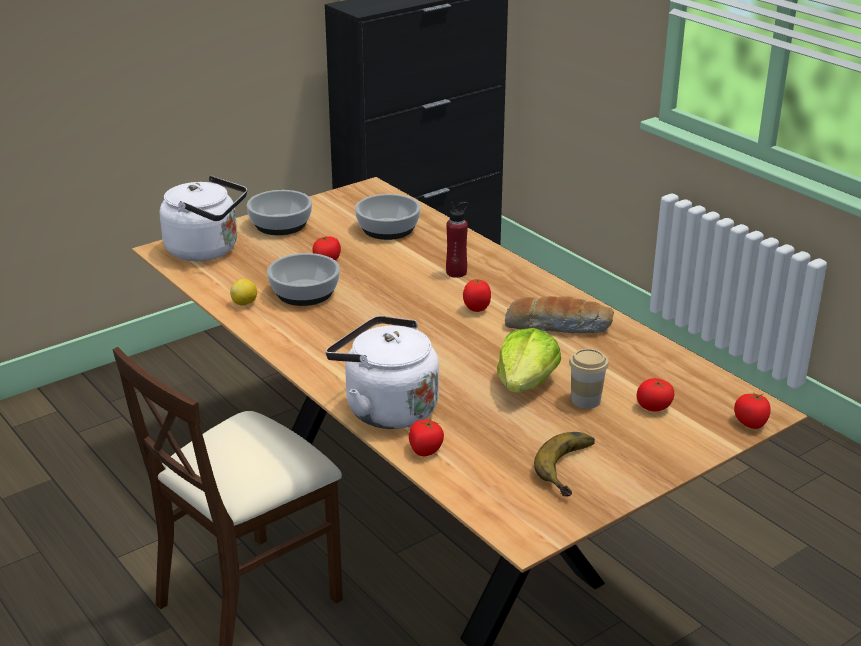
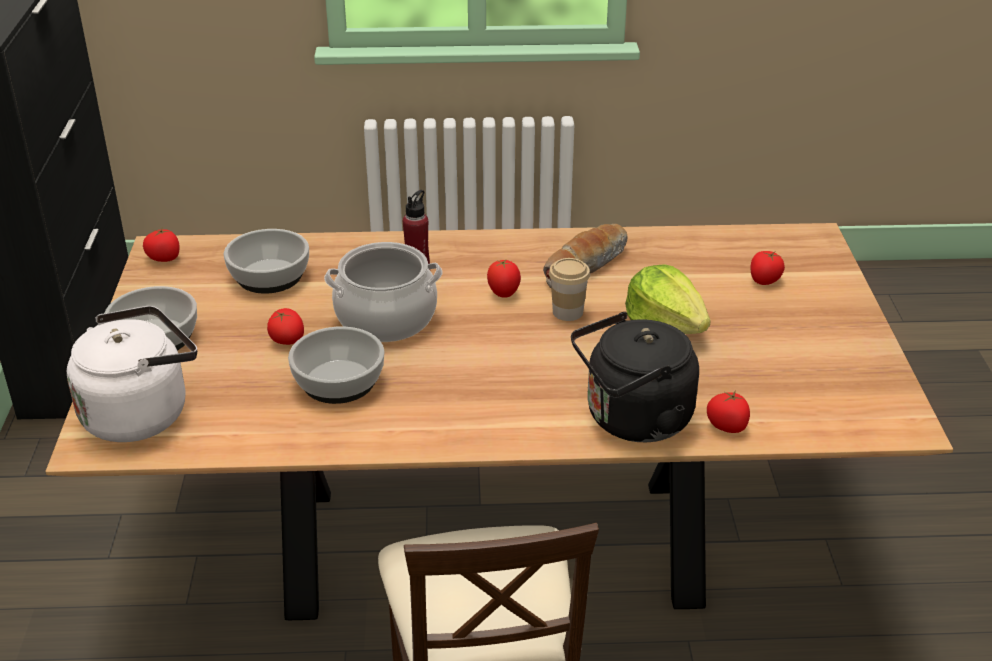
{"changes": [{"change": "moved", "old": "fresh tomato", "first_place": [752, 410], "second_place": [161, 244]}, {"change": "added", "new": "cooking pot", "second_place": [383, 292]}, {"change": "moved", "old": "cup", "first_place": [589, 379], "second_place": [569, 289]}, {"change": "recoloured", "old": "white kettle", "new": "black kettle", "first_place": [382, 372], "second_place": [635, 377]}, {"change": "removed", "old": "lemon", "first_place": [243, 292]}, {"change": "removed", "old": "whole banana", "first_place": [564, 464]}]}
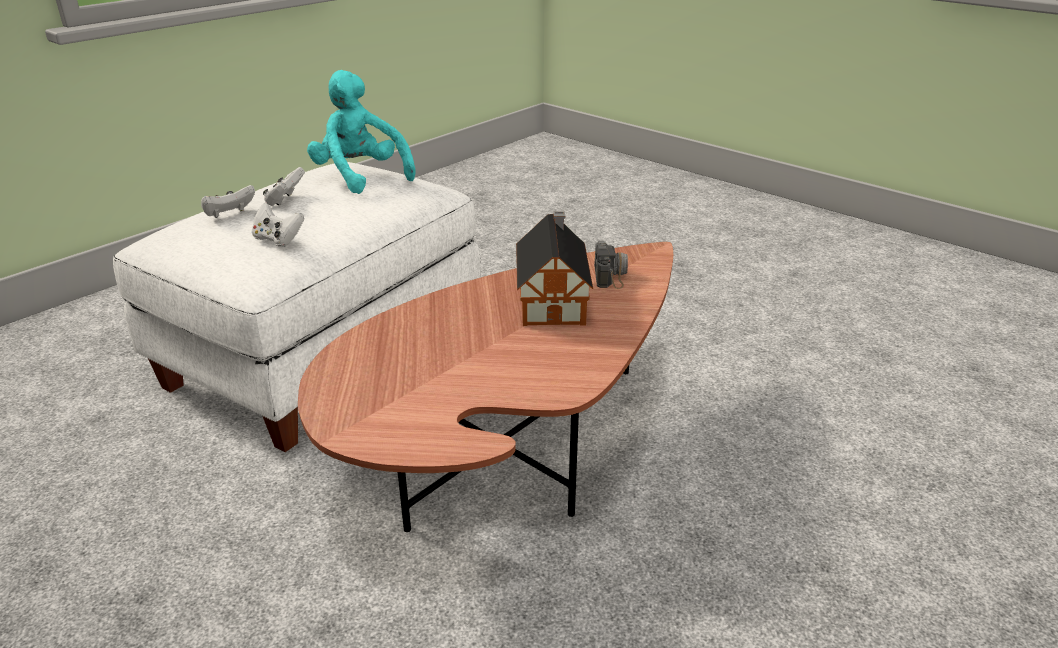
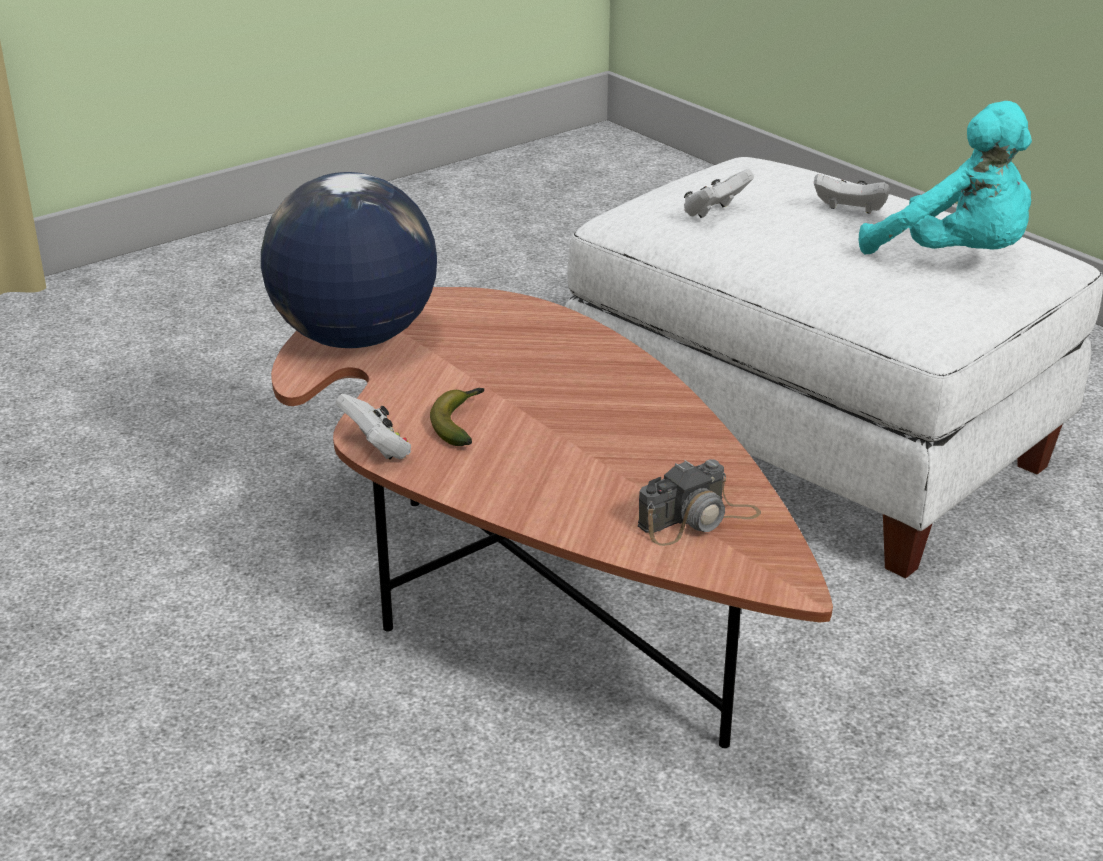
{"changes": [{"change": "added", "new": "desk globe", "second_place": [349, 260]}, {"change": "moved", "old": "white gamepad", "first_place": [228, 201], "second_place": [373, 427]}, {"change": "added", "new": "whole banana", "second_place": [457, 417]}, {"change": "turned", "old": "photo camera", "first_place": [611, 265], "second_place": [699, 502], "degrees": -45}, {"change": "turned", "old": "turquoise plush toy", "first_place": [361, 132], "second_place": [945, 177], "degrees": 75}, {"change": "removed", "old": "model house", "first_place": [554, 268]}]}
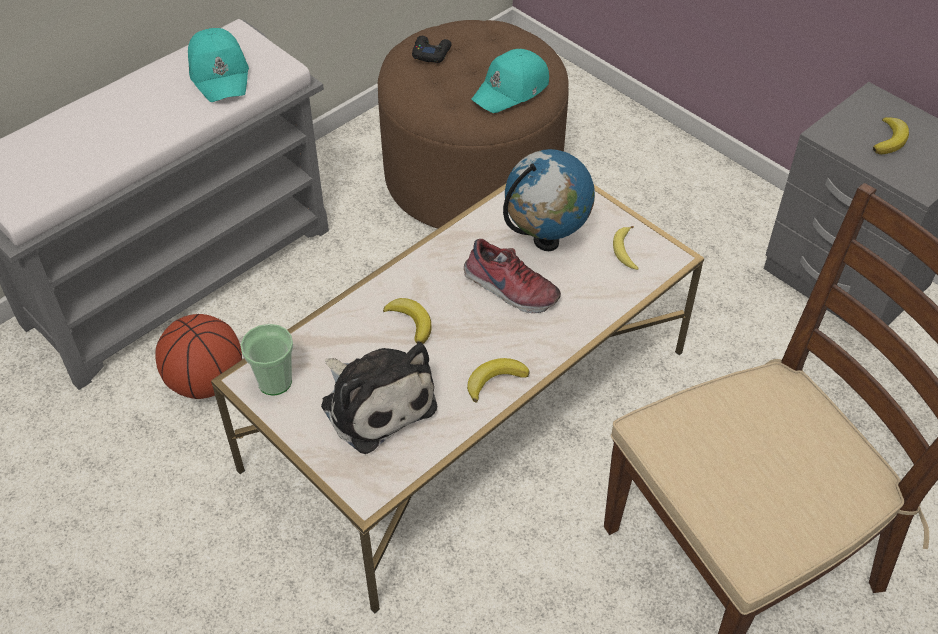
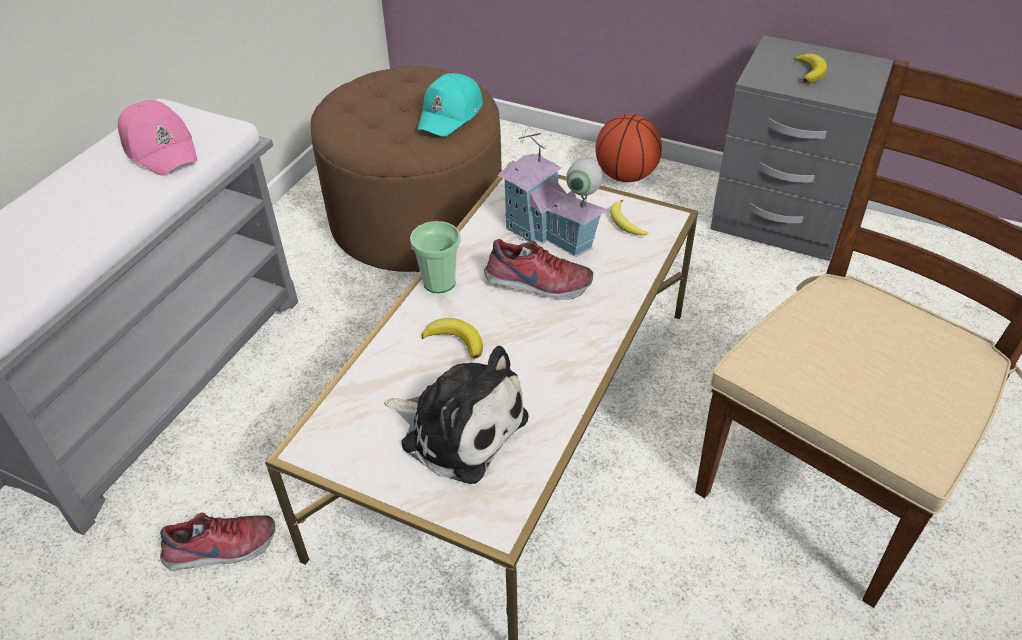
{"changes": [{"change": "recoloured", "old": "turquoise baseball cap", "new": "pink-coloured baseball cap", "first_place": [218, 65], "second_place": [157, 138]}, {"change": "added", "new": "shoe", "second_place": [217, 542]}, {"change": "moved", "old": "cup", "first_place": [267, 360], "second_place": [435, 257]}, {"change": "replaced", "old": "desk globe", "new": "model house", "first_place": [549, 200], "second_place": [553, 194]}, {"change": "moved", "old": "basketball ball", "first_place": [198, 356], "second_place": [628, 148]}, {"change": "removed", "old": "black gamepad", "first_place": [432, 49]}, {"change": "removed", "old": "whole banana", "first_place": [498, 380]}]}
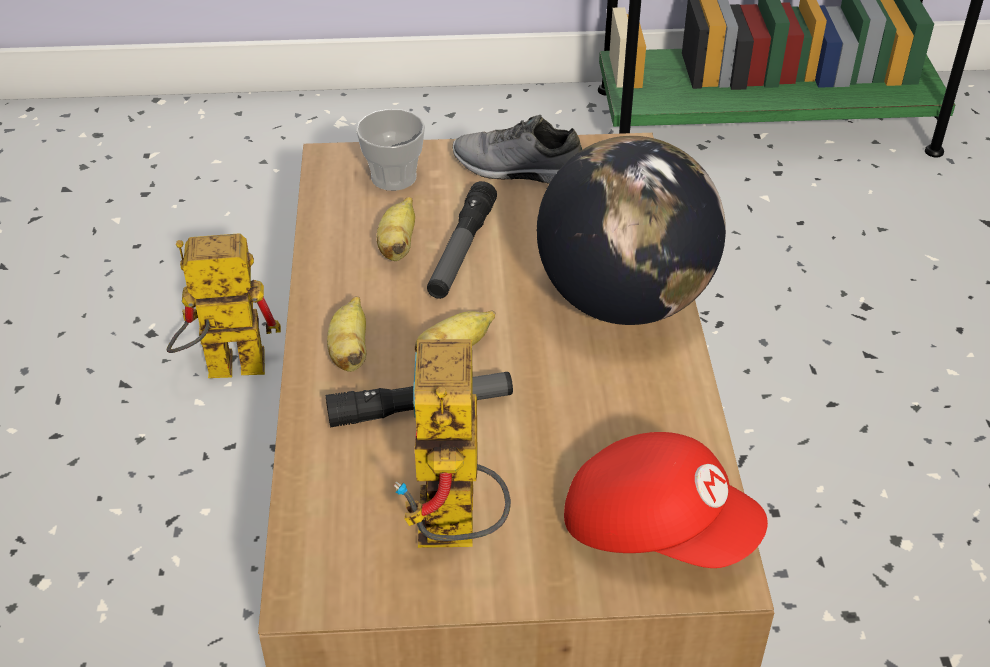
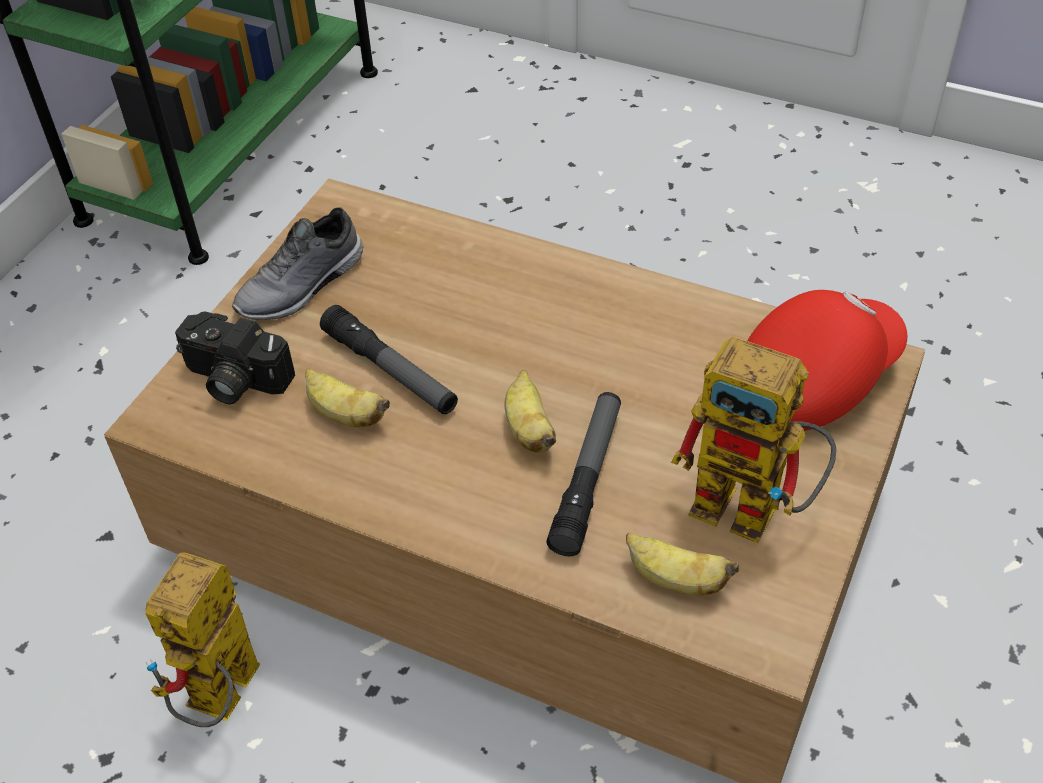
{"changes": [{"change": "replaced", "old": "cup", "new": "photo camera", "first_place": [390, 150], "second_place": [235, 358]}, {"change": "moved", "old": "whole banana", "first_place": [346, 334], "second_place": [682, 563]}, {"change": "removed", "old": "desk globe", "first_place": [631, 230]}]}
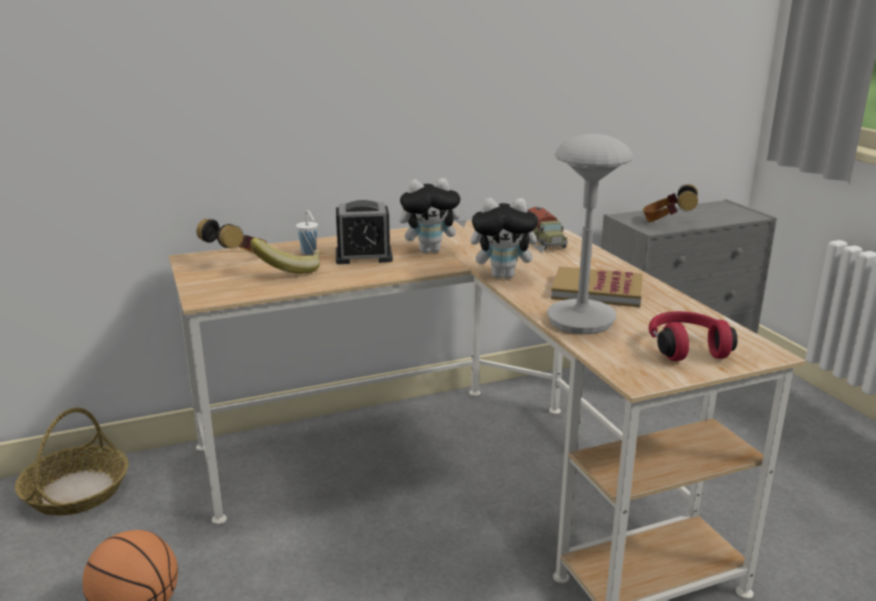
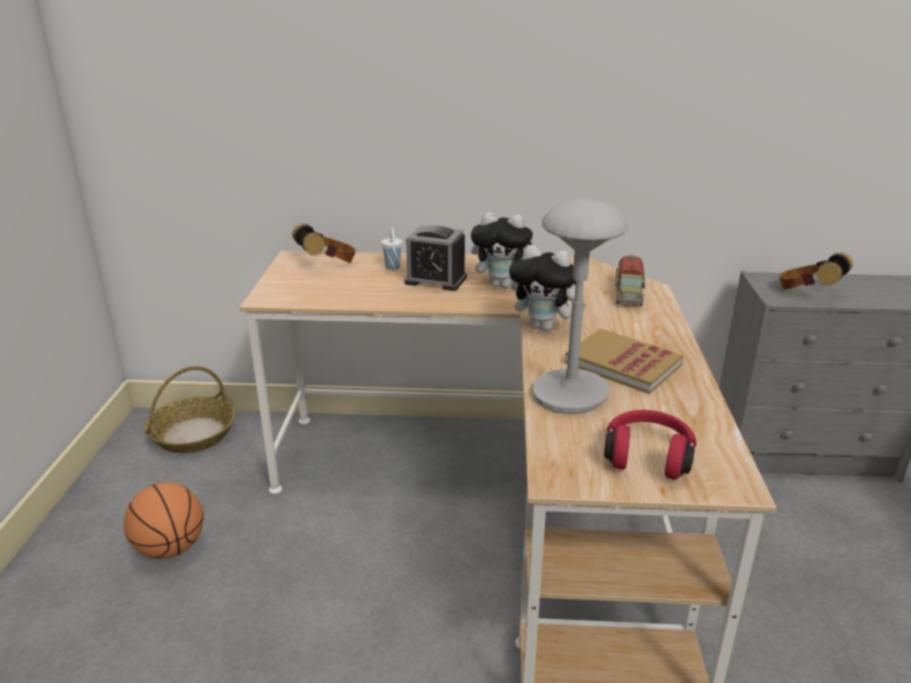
{"changes": [{"change": "removed", "old": "whole banana", "first_place": [285, 256]}]}
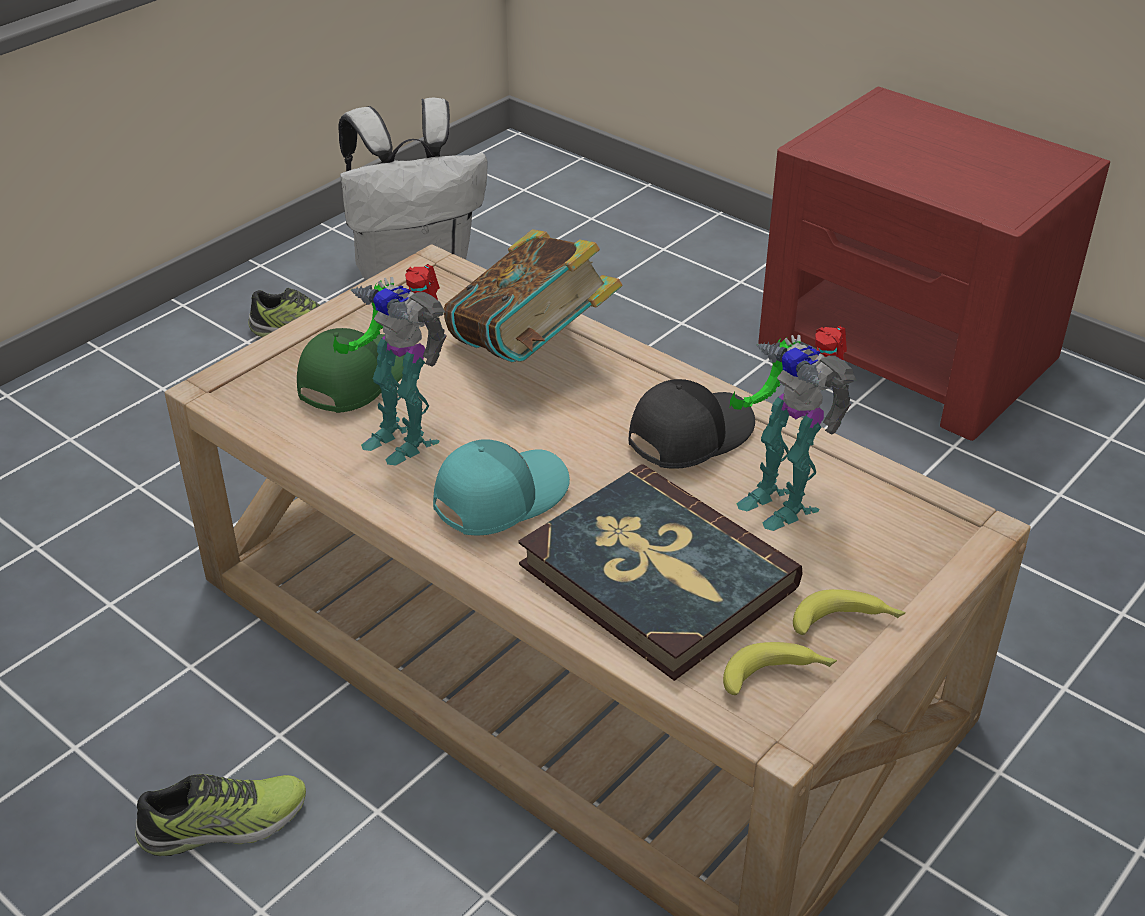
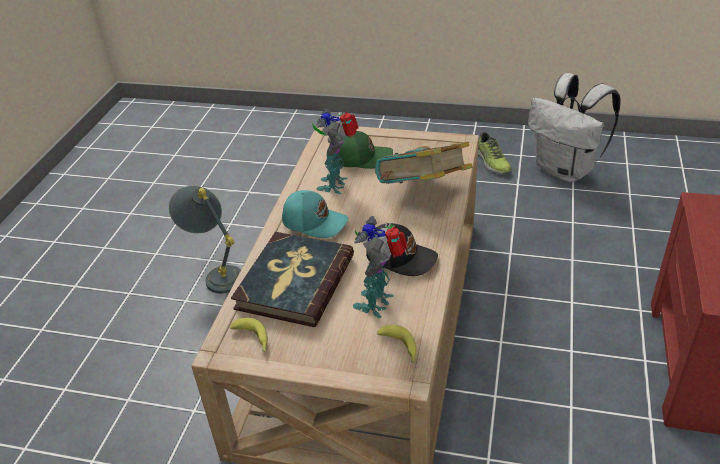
{"changes": [{"change": "replaced", "old": "shoe", "new": "gray tabletop lamp", "first_place": [220, 815], "second_place": [205, 240]}, {"change": "moved", "old": "whole banana", "first_place": [849, 612], "second_place": [396, 344]}]}
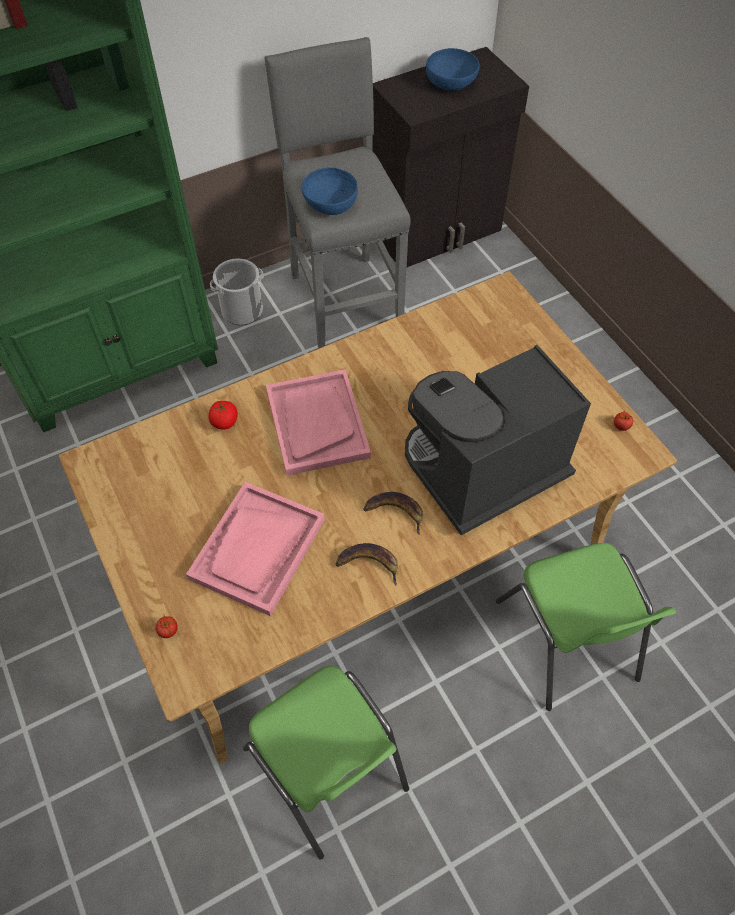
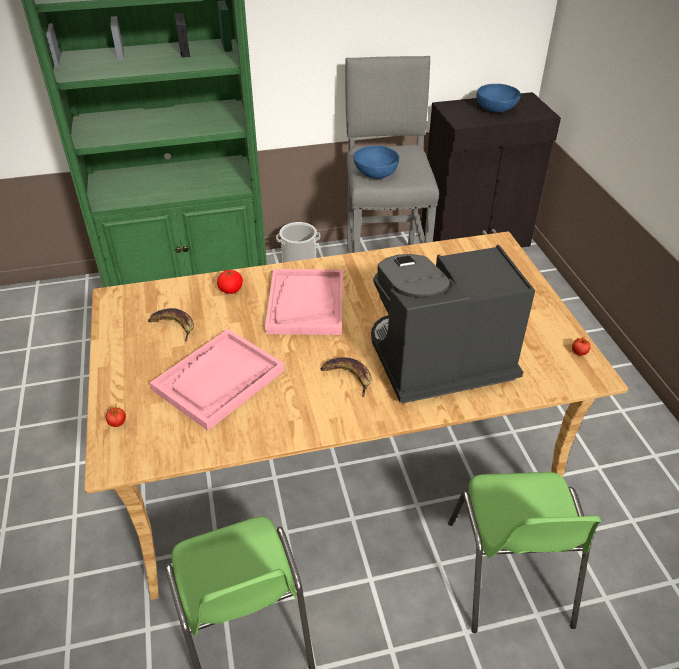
{"changes": [{"change": "moved", "old": "whole banana", "first_place": [367, 564], "second_place": [171, 325]}]}
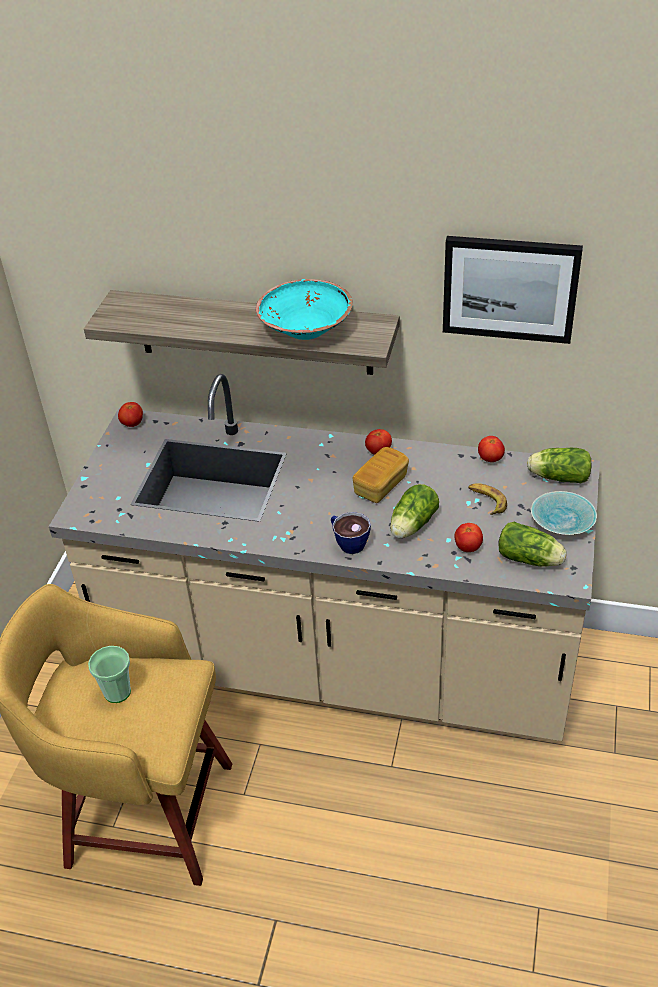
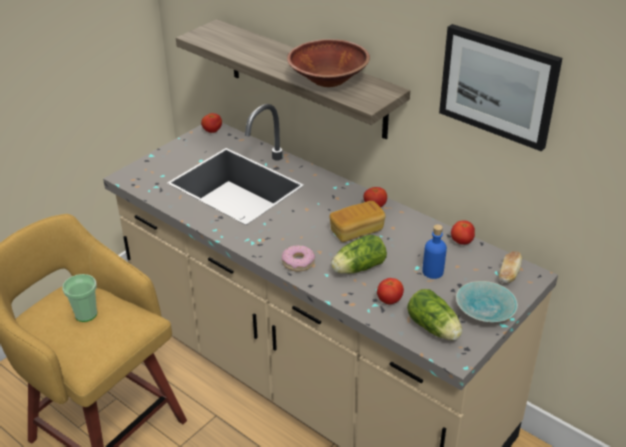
{"changes": [{"change": "replaced", "old": "cup", "new": "doughnut", "first_place": [351, 533], "second_place": [298, 258]}, {"change": "recoloured", "old": "turquoise bowl", "new": "brown bowl", "first_place": [304, 309], "second_place": [328, 63]}, {"change": "replaced", "old": "whole banana", "new": "blue drink bottle", "first_place": [487, 499], "second_place": [434, 251]}, {"change": "replaced", "old": "head of lettuce", "new": "bakery bread", "first_place": [559, 465], "second_place": [510, 267]}]}
